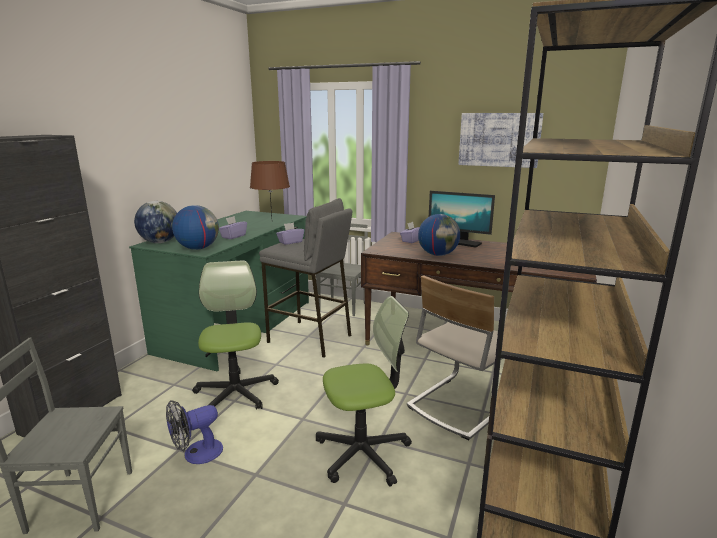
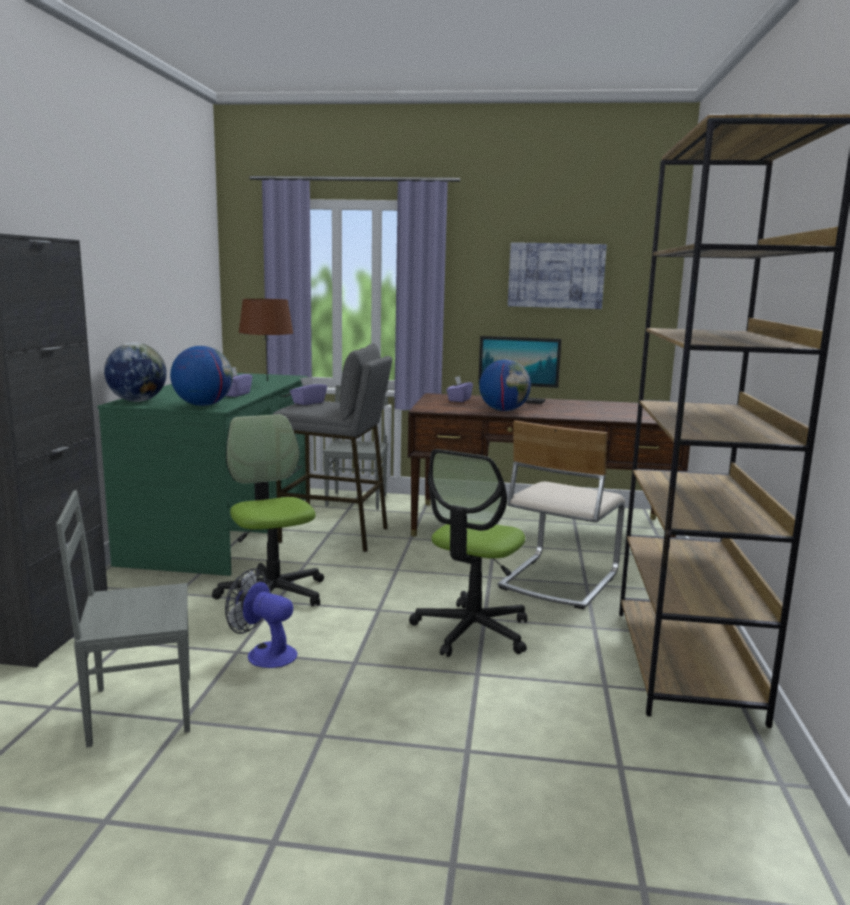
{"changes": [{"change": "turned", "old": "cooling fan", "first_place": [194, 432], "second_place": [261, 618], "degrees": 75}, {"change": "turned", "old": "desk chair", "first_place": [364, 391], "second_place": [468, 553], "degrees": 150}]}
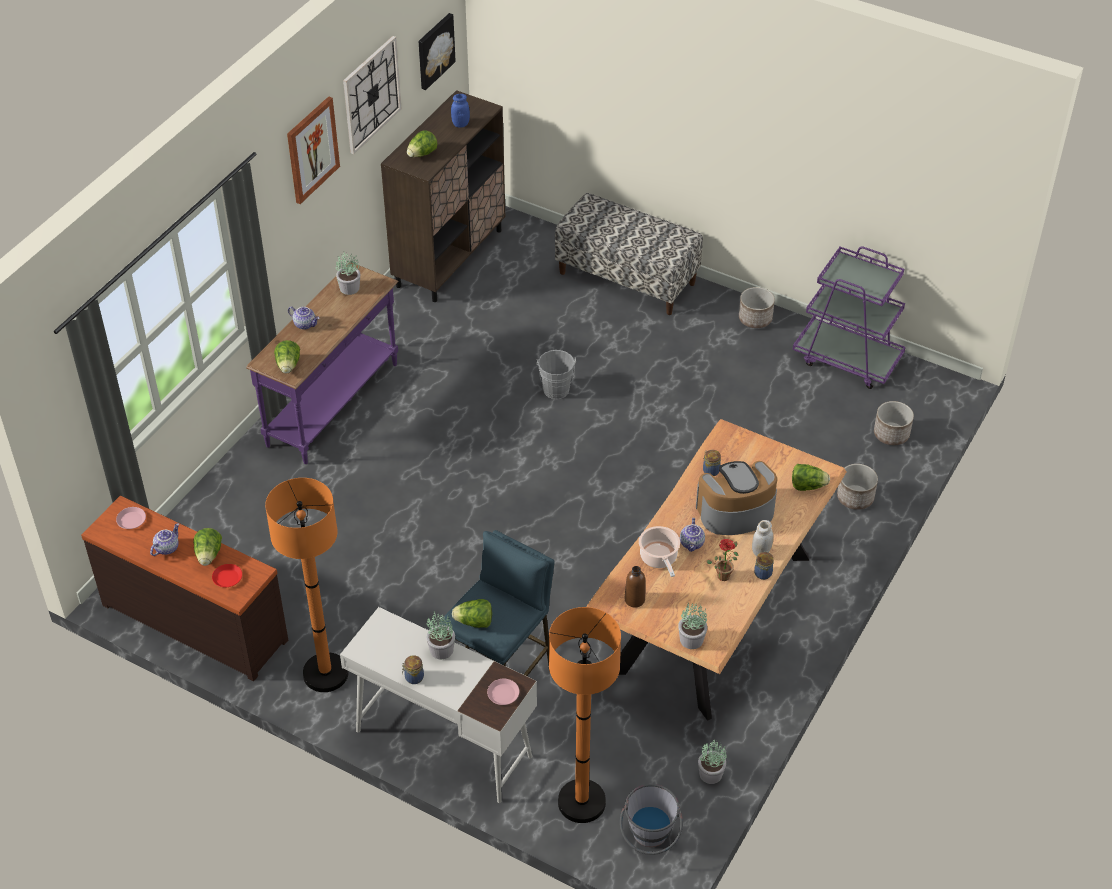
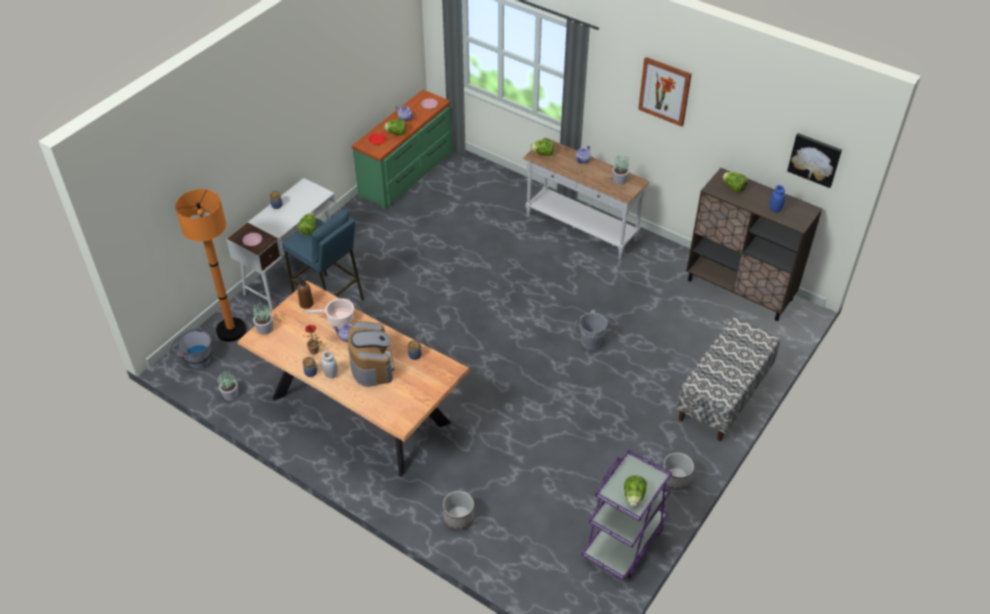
{"changes": [{"change": "recoloured", "old": "brown drawer chest", "new": "green-coloured drawer chest", "first_place": [184, 588], "second_place": [402, 150]}, {"change": "recoloured", "old": "purple hall table", "new": "white hall table", "first_place": [322, 363], "second_place": [586, 198]}, {"change": "moved", "old": "head of lettuce", "first_place": [811, 477], "second_place": [635, 491]}, {"change": "removed", "old": "orangey standing lamp", "first_place": [307, 585]}, {"change": "removed", "old": "hanging clock", "first_place": [372, 95]}, {"change": "removed", "old": "houseplant", "first_place": [440, 635]}, {"change": "removed", "old": "flower pot", "first_place": [894, 423]}]}
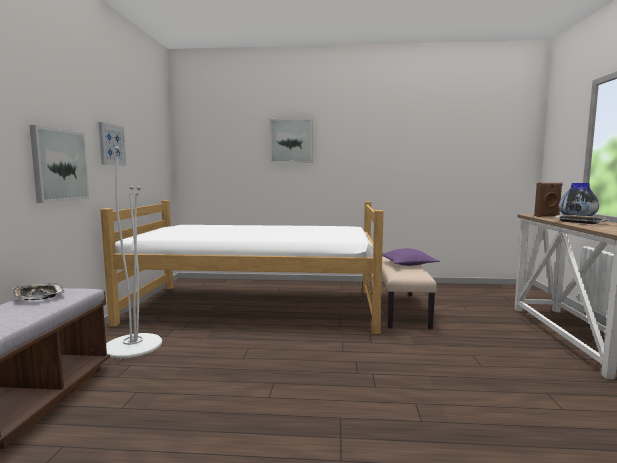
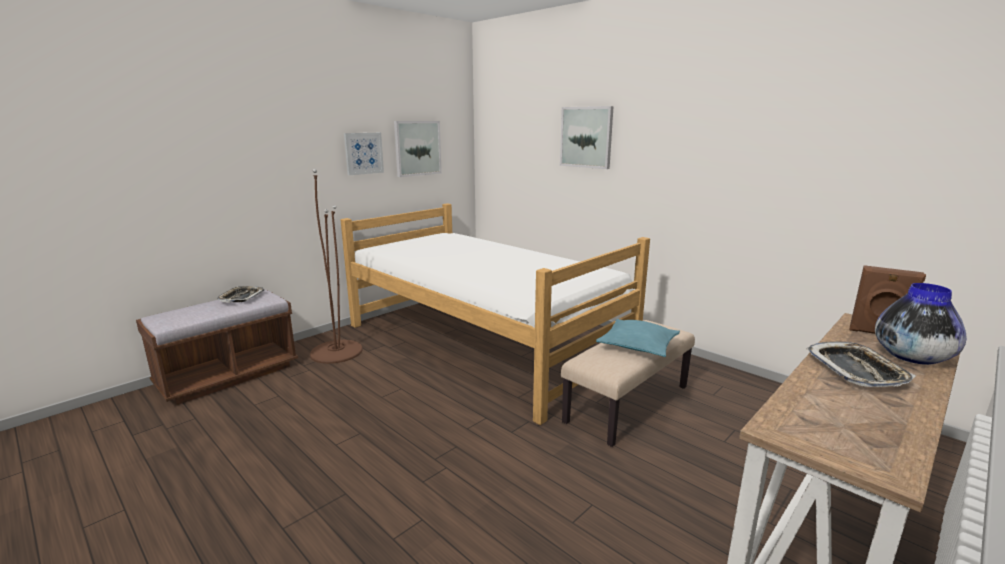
{"changes": [{"change": "recoloured", "old": "white standing lamp", "new": "brown standing lamp", "first_place": [134, 252], "second_place": [336, 266]}, {"change": "moved", "old": "wall art", "first_place": [59, 164], "second_place": [418, 149]}, {"change": "recoloured", "old": "purple pillow", "new": "turquoise pillow", "first_place": [411, 257], "second_place": [638, 338]}]}
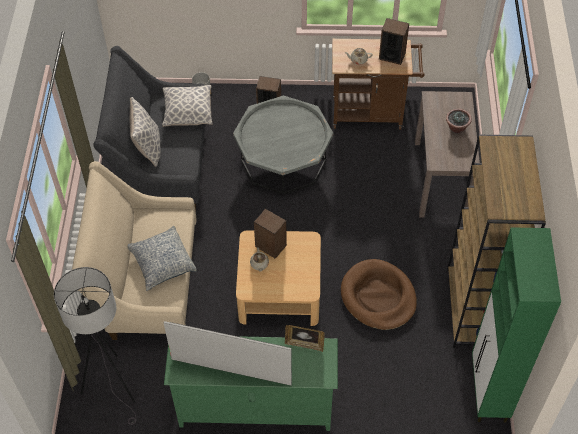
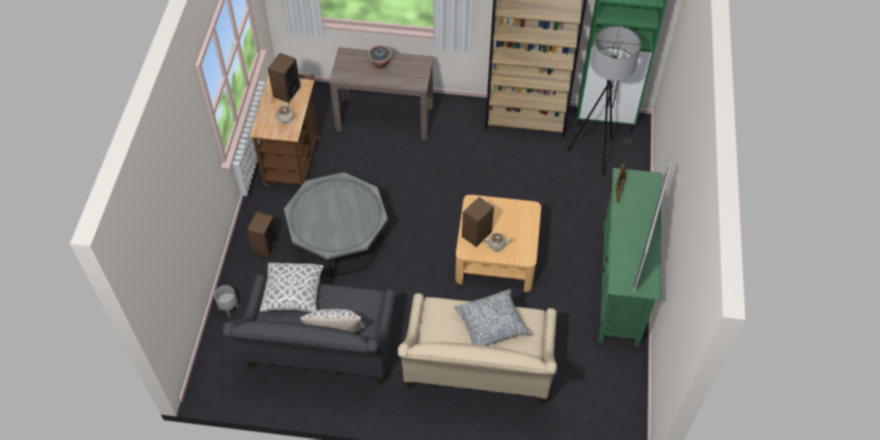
{"changes": [{"change": "moved", "old": "gray standing lamp", "first_place": [95, 346], "second_place": [604, 100]}, {"change": "removed", "old": "brown dog cushion", "first_place": [379, 294]}]}
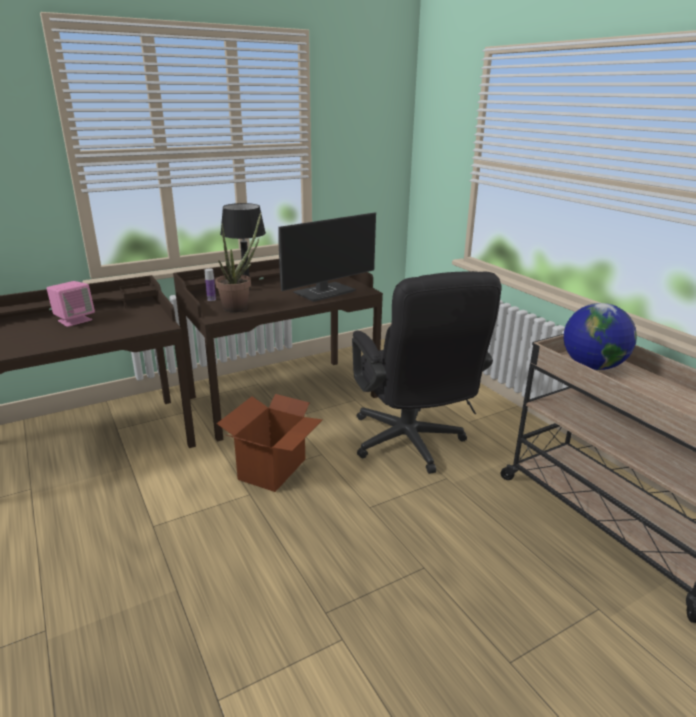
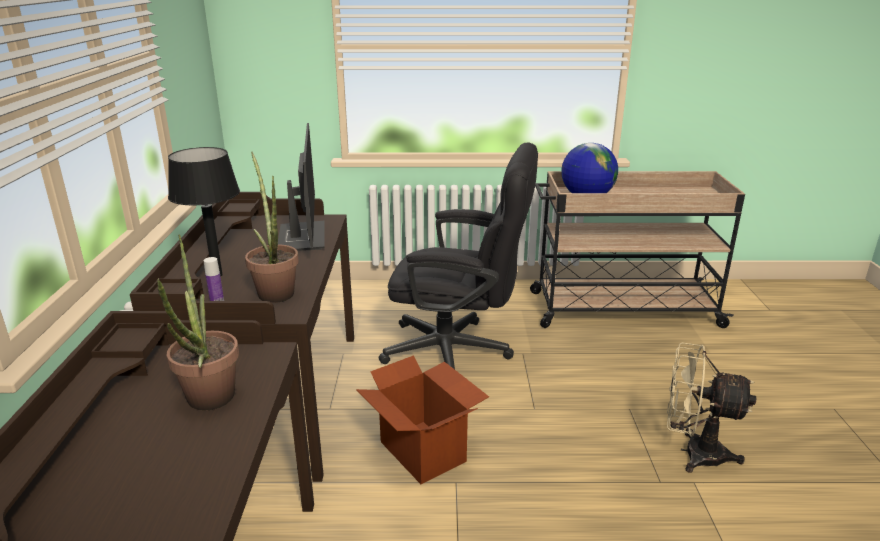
{"changes": [{"change": "added", "new": "houseplant", "second_place": [198, 322]}, {"change": "added", "new": "beige-coloured cooling fan", "second_place": [711, 407]}, {"change": "removed", "old": "pink-coloured speaker", "first_place": [71, 304]}]}
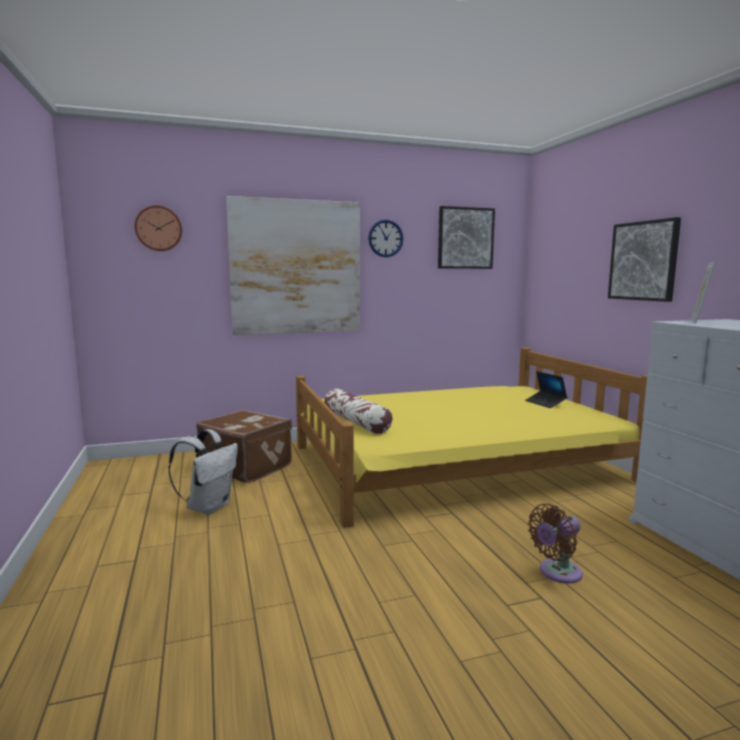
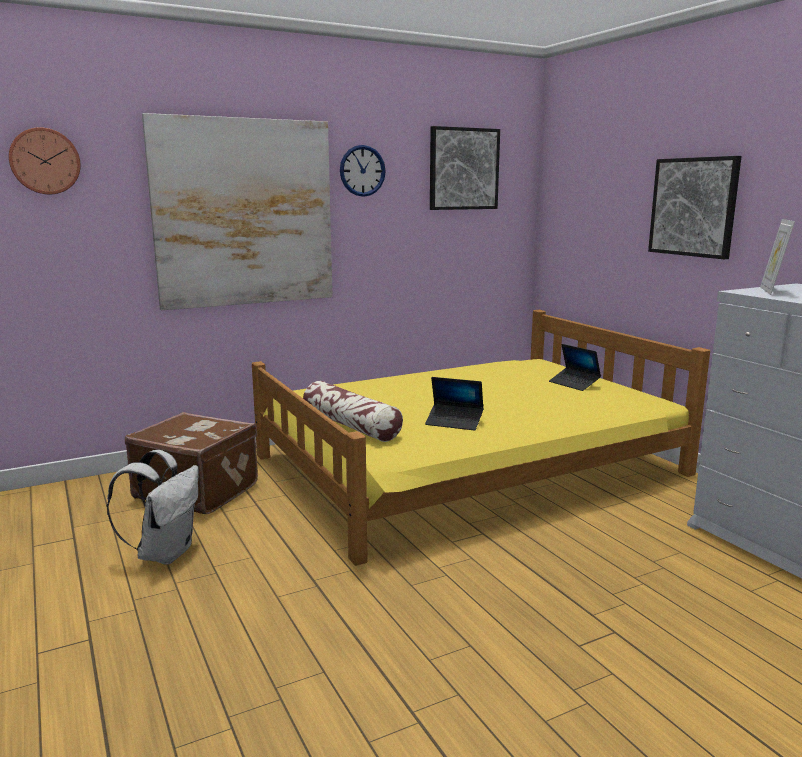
{"changes": [{"change": "added", "new": "laptop", "second_place": [454, 404]}, {"change": "removed", "old": "brown cooling fan", "first_place": [555, 544]}]}
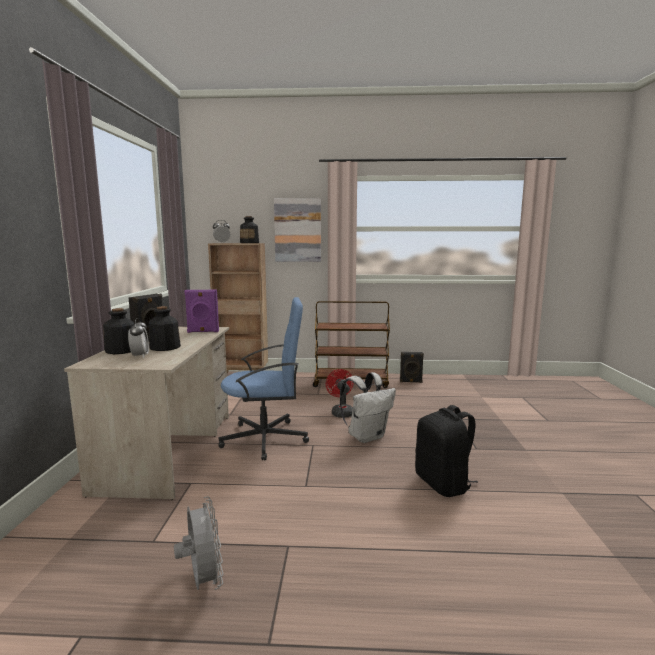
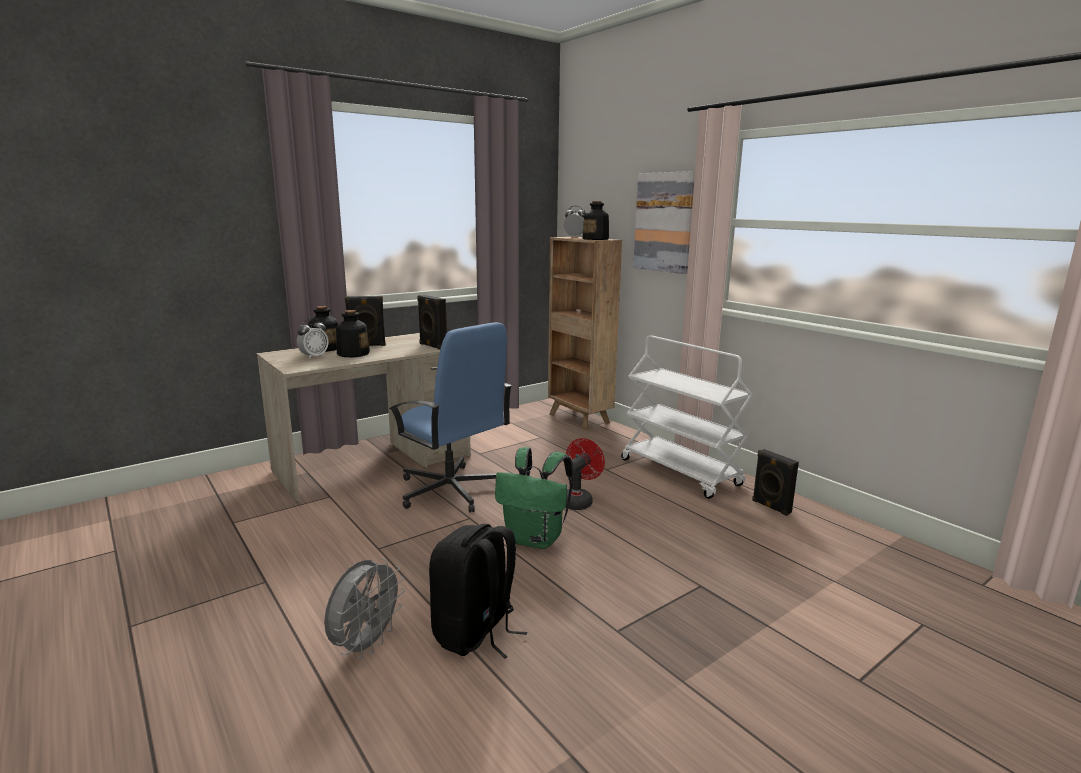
{"changes": [{"change": "moved", "old": "gray cooling fan", "first_place": [199, 543], "second_place": [364, 608]}, {"change": "recoloured", "old": "purple speaker", "new": "black speaker", "first_place": [201, 311], "second_place": [432, 322]}, {"change": "recoloured", "old": "white knapsack", "new": "green-coloured knapsack", "first_place": [368, 407], "second_place": [534, 498]}, {"change": "recoloured", "old": "brown cart", "new": "white cart", "first_place": [351, 344], "second_place": [687, 417]}]}
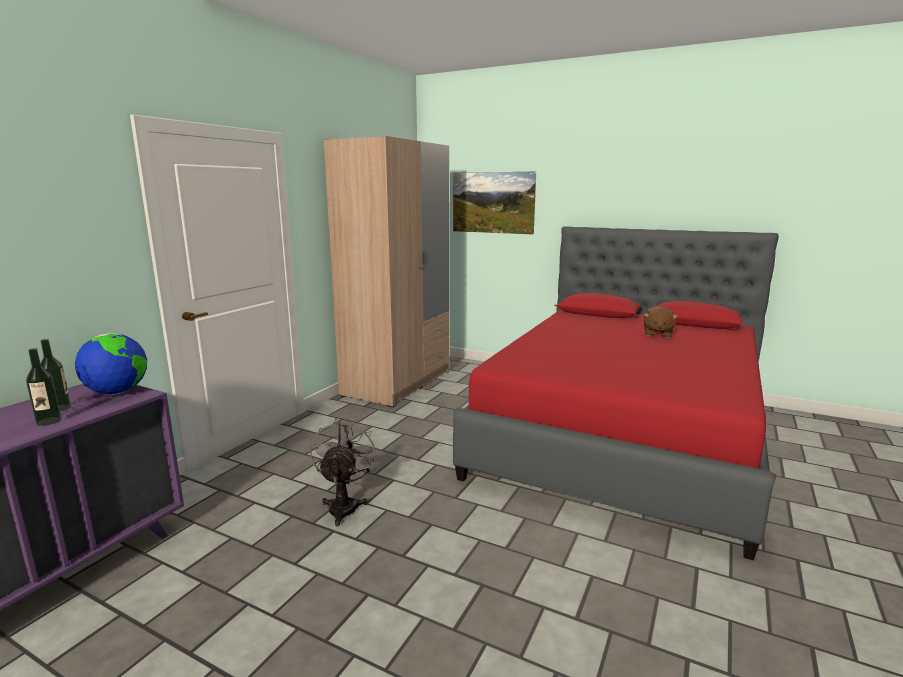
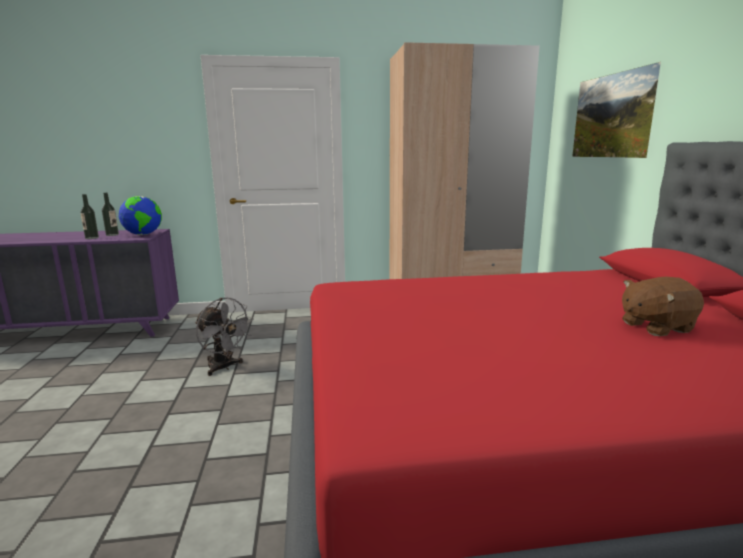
{"changes": [{"change": "turned", "old": "gray cooling fan", "first_place": [343, 472], "second_place": [224, 337], "degrees": 75}]}
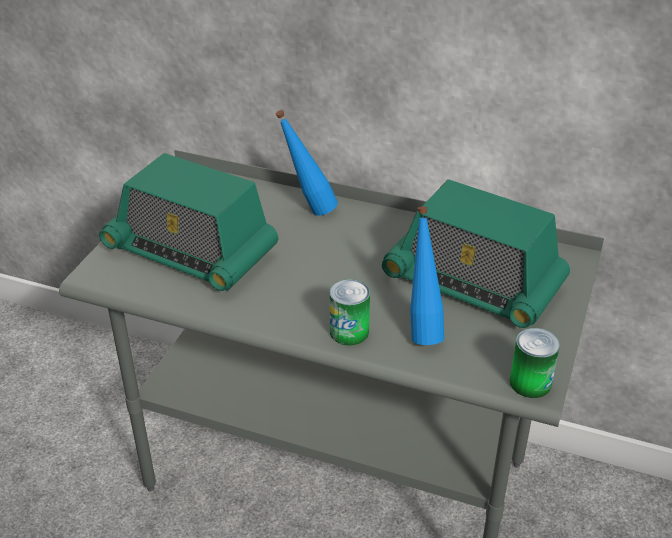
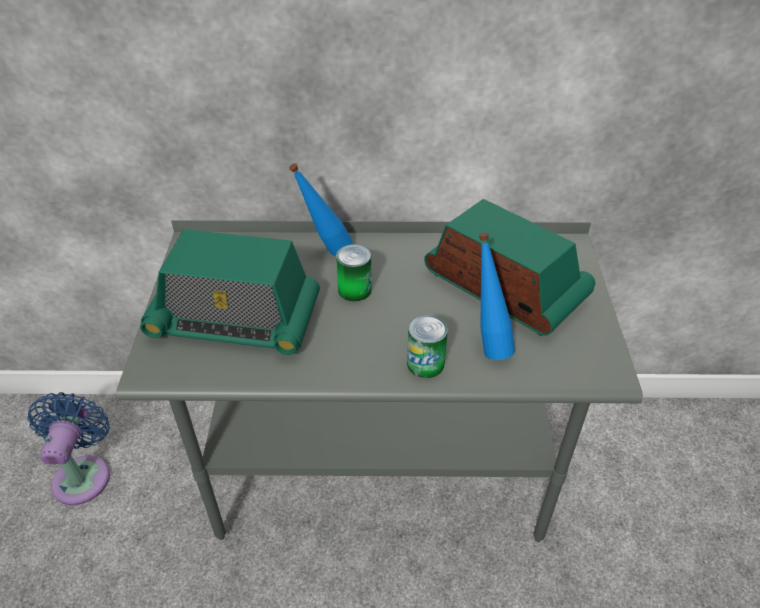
{"changes": [{"change": "added", "new": "blue cooling fan", "second_place": [69, 448]}, {"change": "moved", "old": "can", "first_place": [534, 363], "second_place": [354, 273]}, {"change": "turned", "old": "radio", "first_place": [476, 253], "second_place": [509, 267], "degrees": -150}]}
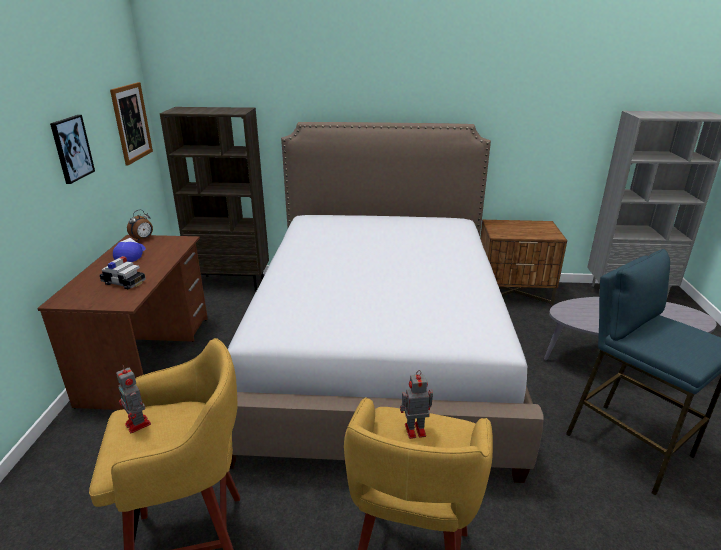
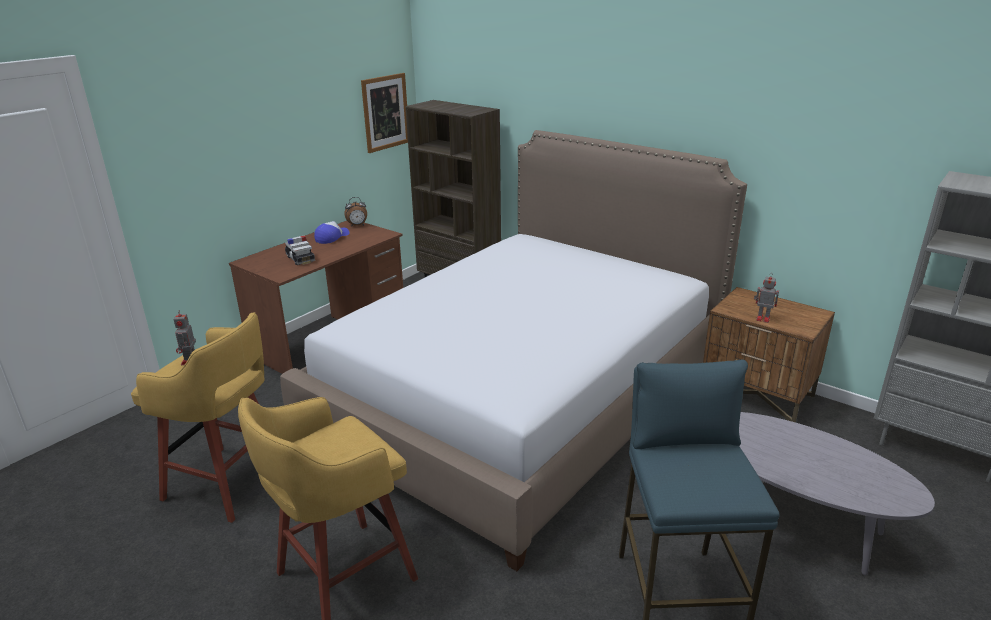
{"changes": [{"change": "moved", "old": "model robot", "first_place": [416, 404], "second_place": [766, 298]}, {"change": "removed", "old": "wall art", "first_place": [72, 149]}]}
